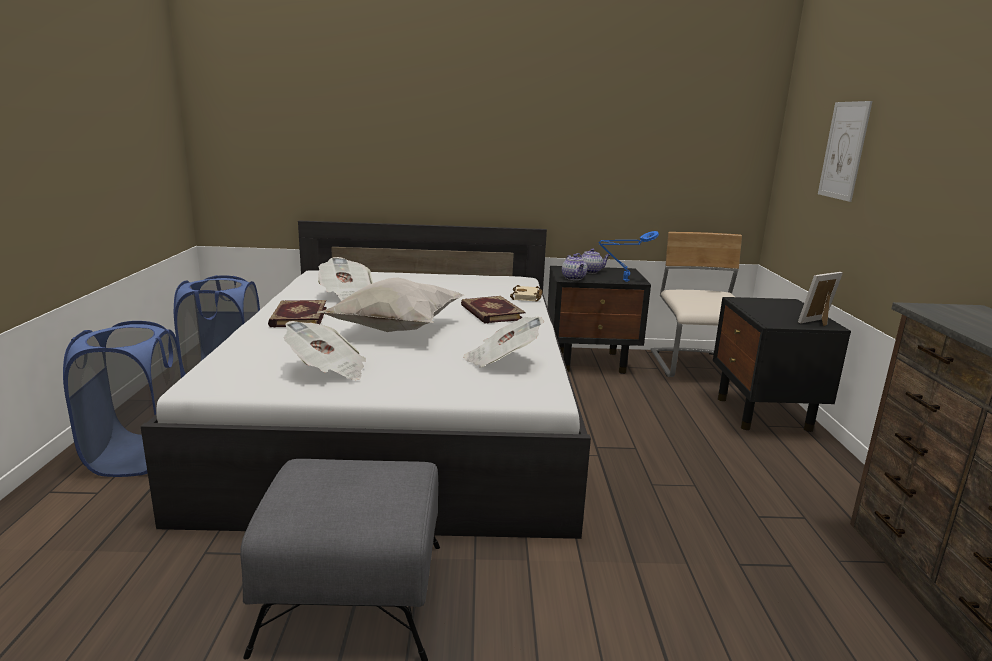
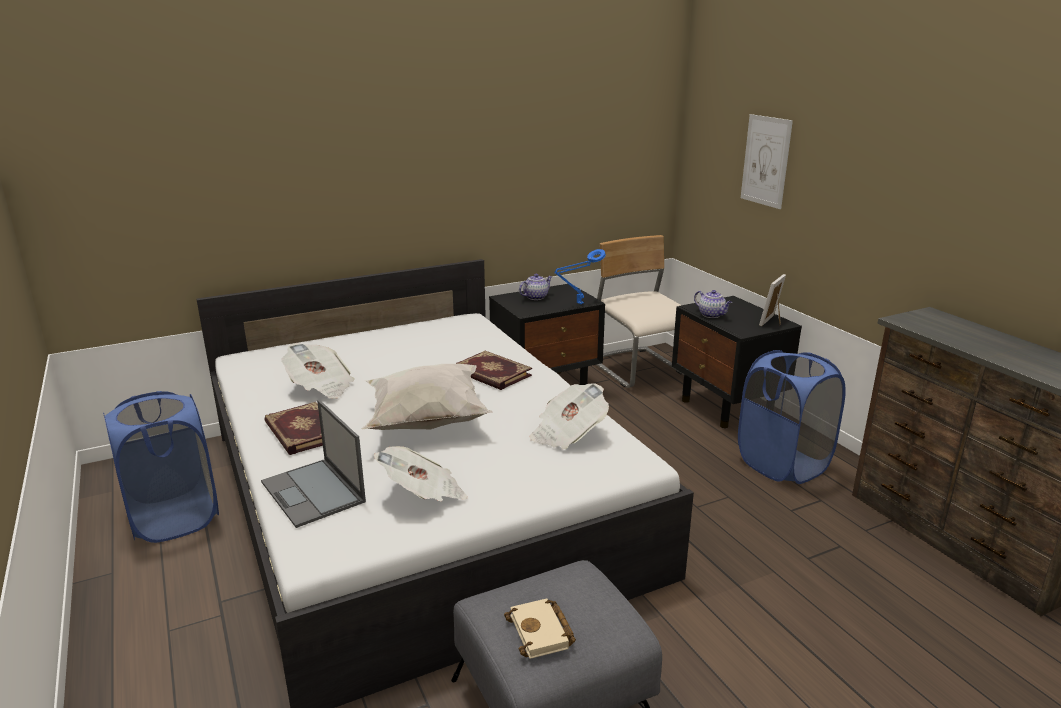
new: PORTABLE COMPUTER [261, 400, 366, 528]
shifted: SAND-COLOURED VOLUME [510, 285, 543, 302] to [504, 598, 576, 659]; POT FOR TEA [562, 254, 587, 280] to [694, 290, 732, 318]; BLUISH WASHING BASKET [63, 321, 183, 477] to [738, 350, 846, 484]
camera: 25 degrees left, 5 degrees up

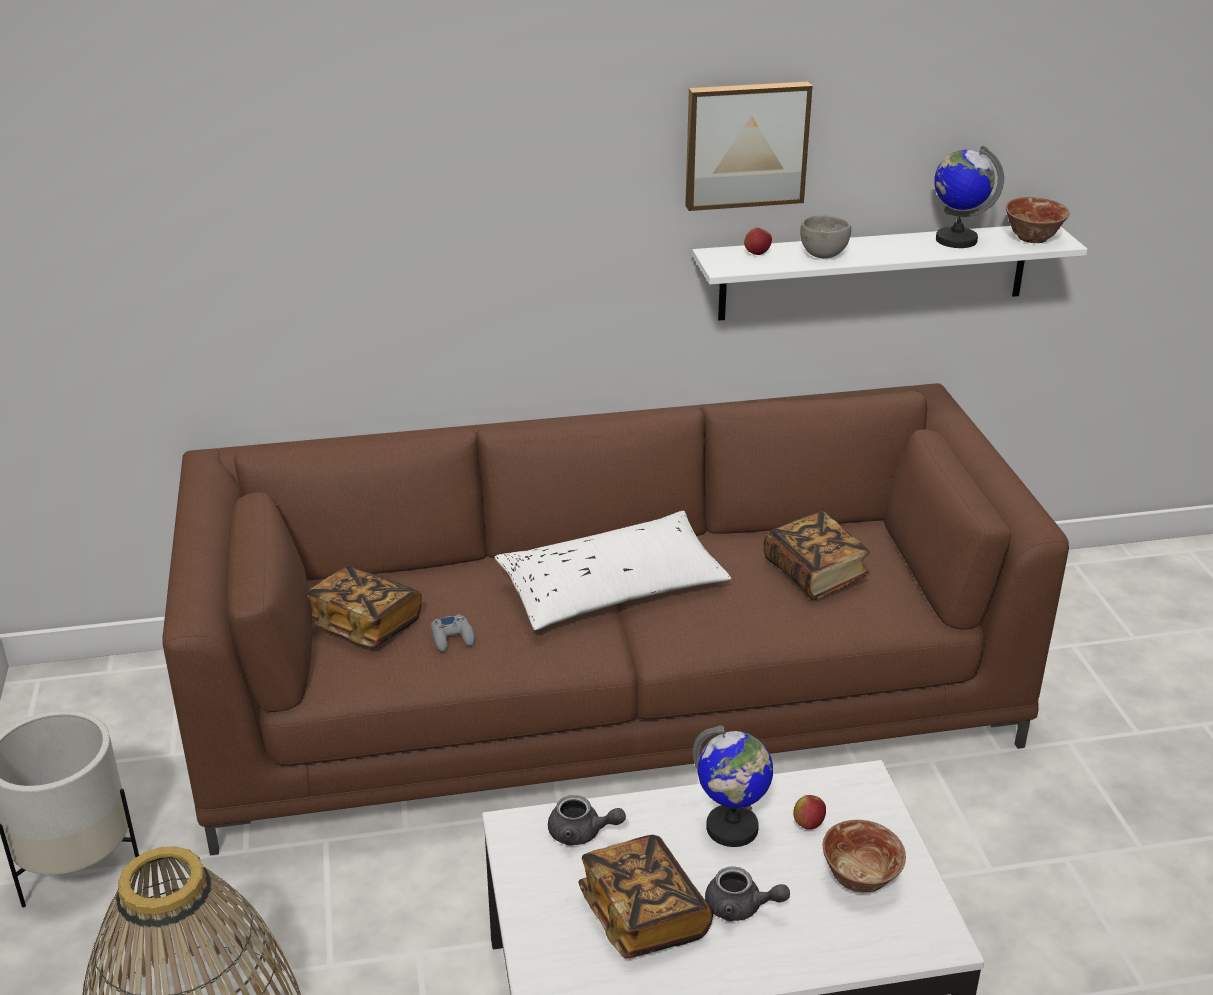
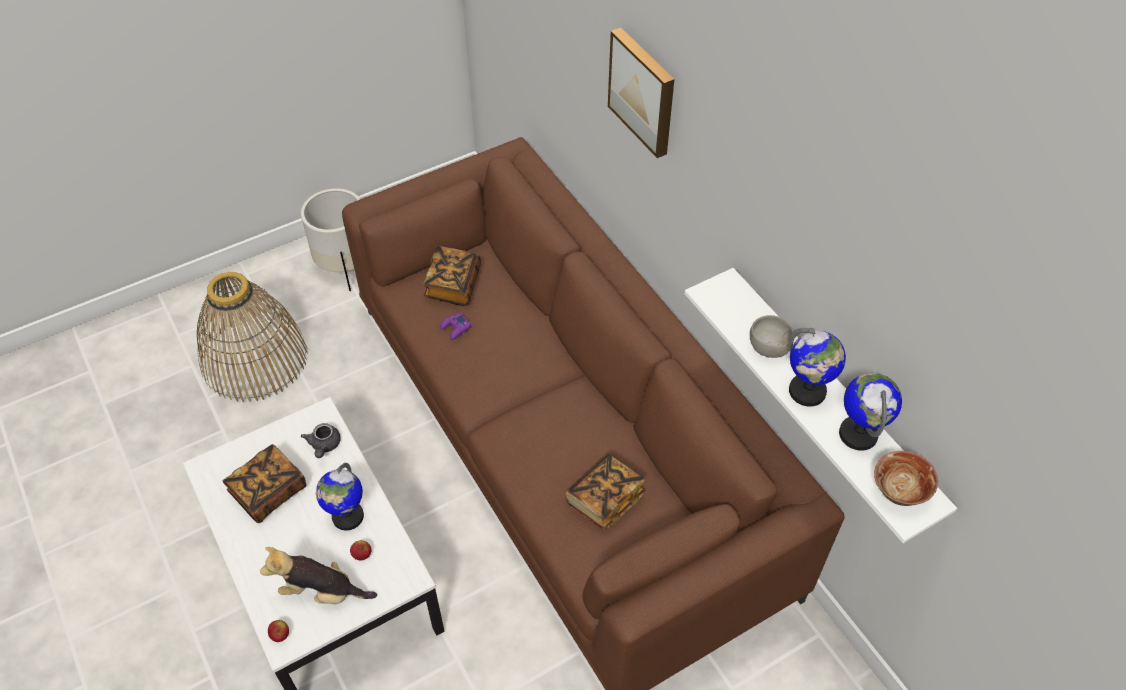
gone: WHITE CUSHION [494, 511, 731, 630]; GRAY POT FOR TEA [705, 867, 790, 921]
new: GLOBE [788, 328, 846, 407]
shifted: WHOLE APPLE [744, 227, 772, 255] to [268, 620, 289, 642]; WALL ART [685, 82, 813, 211] to [608, 28, 674, 158]
swapped: BOWL [823, 820, 906, 893] to CUDDLY TOY [260, 547, 377, 604]
repainted: GRAY GAME CONTROLLER [431, 614, 475, 652] to PURPLISH GAME CONTROLLER [440, 313, 471, 340]
camera: 70 degrees right, 20 degrees up

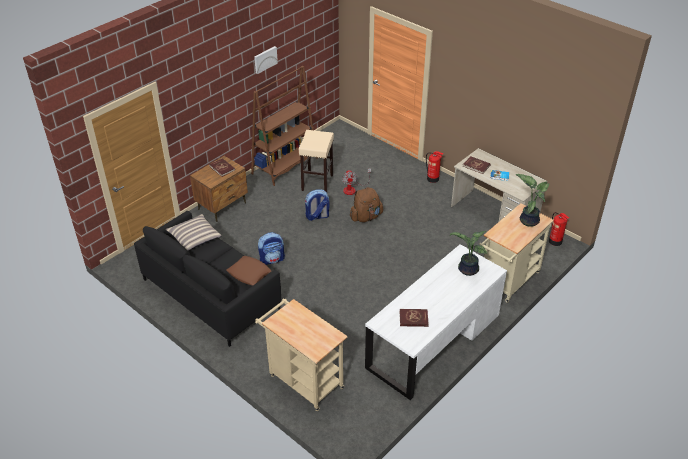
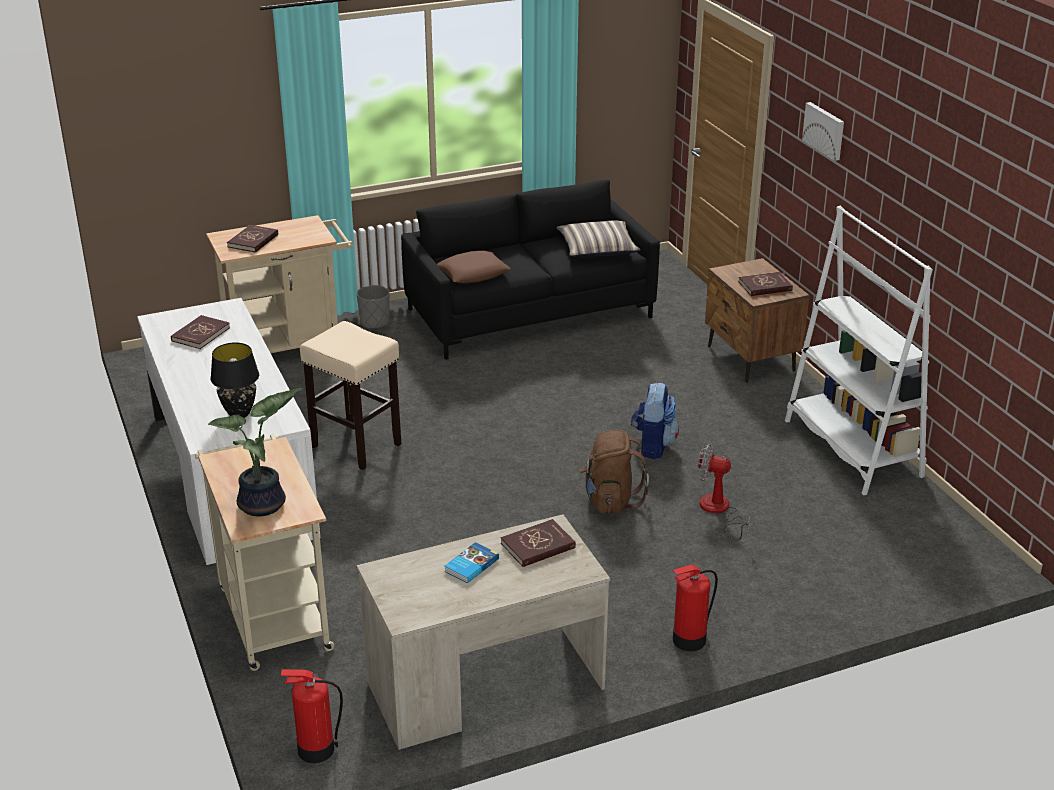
gone: RUCKSACK [258, 232, 285, 265]
new: RED VOLUME [227, 225, 278, 253]; GRAY PLANTER [357, 285, 390, 329]
shifted: SAND-COLOURED SITTING STOOL [299, 130, 334, 192] to [300, 321, 401, 470]; WALL ART [254, 46, 278, 74] to [802, 102, 844, 161]
swapped: POTTED PLANT [450, 231, 487, 276] to BLACKISH TABLETOP LAMP [210, 342, 259, 418]
repainted: BROWN BOOKCASE [251, 66, 318, 186] to WHITE BOOKCASE [785, 206, 933, 495]
camera: 115 degrees right, 10 degrees down

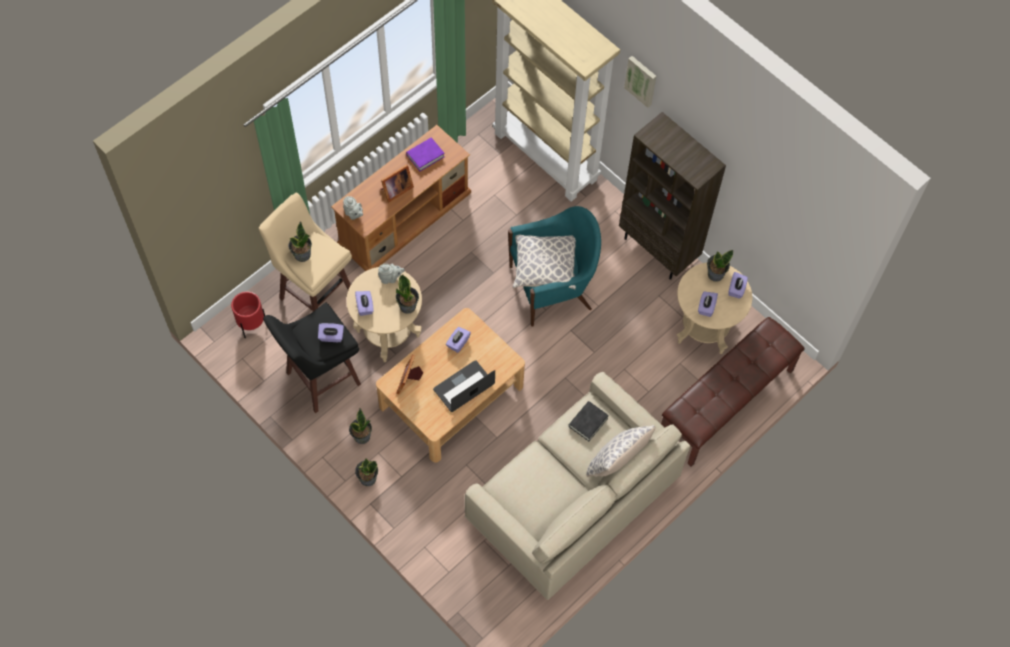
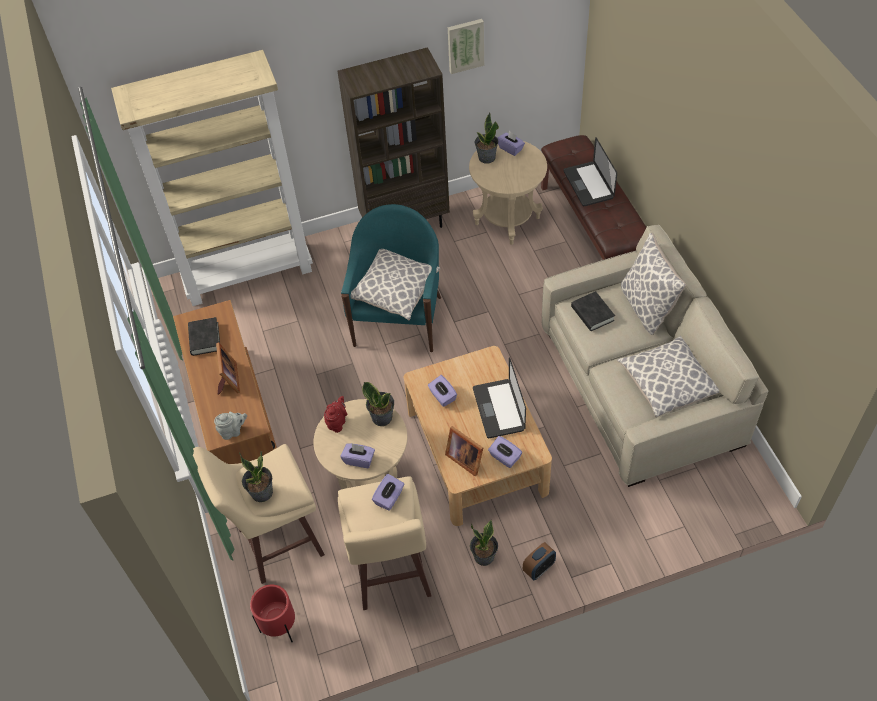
new: PORTABLE COMPUTER [563, 137, 617, 206]; CUSHION [617, 336, 720, 418]
shifted: WALL ART [624, 56, 656, 108] to [448, 19, 484, 74]; PURPLISH TISSUE BOX [698, 291, 718, 317] to [488, 436, 522, 468]
swapped: POTTED PLANT [355, 458, 378, 486] to TABLE CLOCK [523, 542, 556, 580]
repainted: PURPLISH VOLUME [406, 138, 444, 171] to BLACKISH VOLUME [188, 317, 220, 356]; GRAY POT FOR TEA [378, 263, 405, 284] to RED POT FOR TEA [324, 396, 347, 433]; BLACKISH SITTING STOOL [263, 303, 361, 413] to SAND-COLOURED SITTING STOOL [338, 476, 431, 610]
camera: 60 degrees left, 10 degrees down

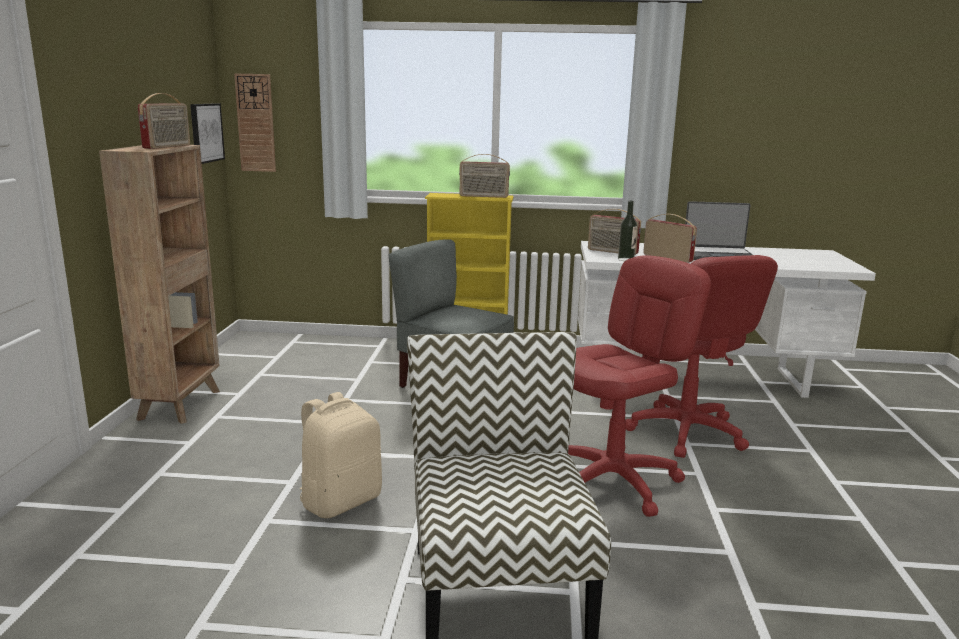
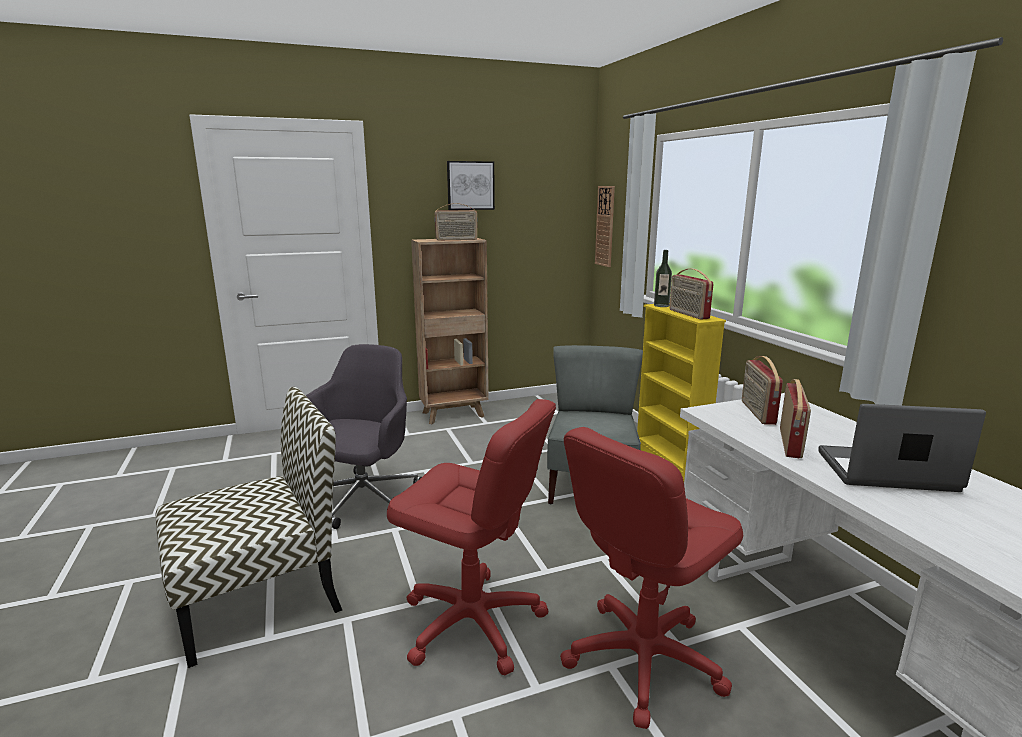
shifted: WALL ART [190, 103, 225, 164] to [447, 161, 495, 210]; BEVERAGE BOTTLE [618, 201, 637, 261] to [654, 250, 672, 307]
swapped: SAND-COLOURED RUCKSACK [300, 392, 382, 518] to GRAY COMPUTER CHAIR [306, 344, 422, 529]
rotated: PORTABLE COMPUTER [685, 201, 753, 260] = [818, 404, 986, 492] 120 degrees clockwise
camera: 65 degrees right, 0 degrees up

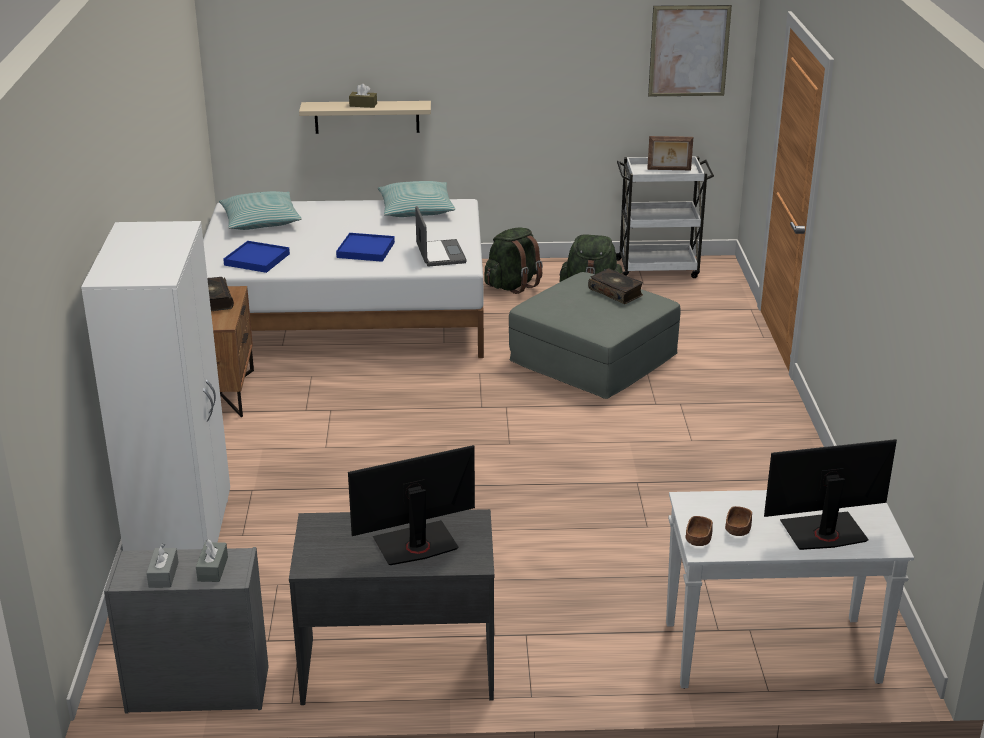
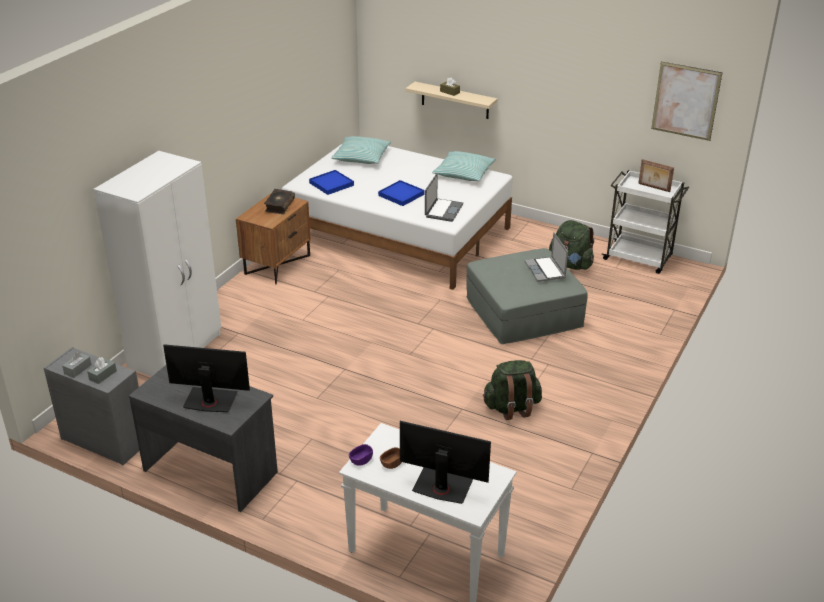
shifted: GREEN-COLOURED RUCKSACK [484, 228, 543, 294] to [483, 360, 542, 420]
swapped: VOLUME [588, 268, 643, 304] to PORTABLE COMPUTER [525, 232, 568, 282]
repainted: BROWN BOWL [685, 516, 713, 546] to PURPLISH BOWL [349, 444, 373, 466]
camera: 30 degrees right, 5 degrees up

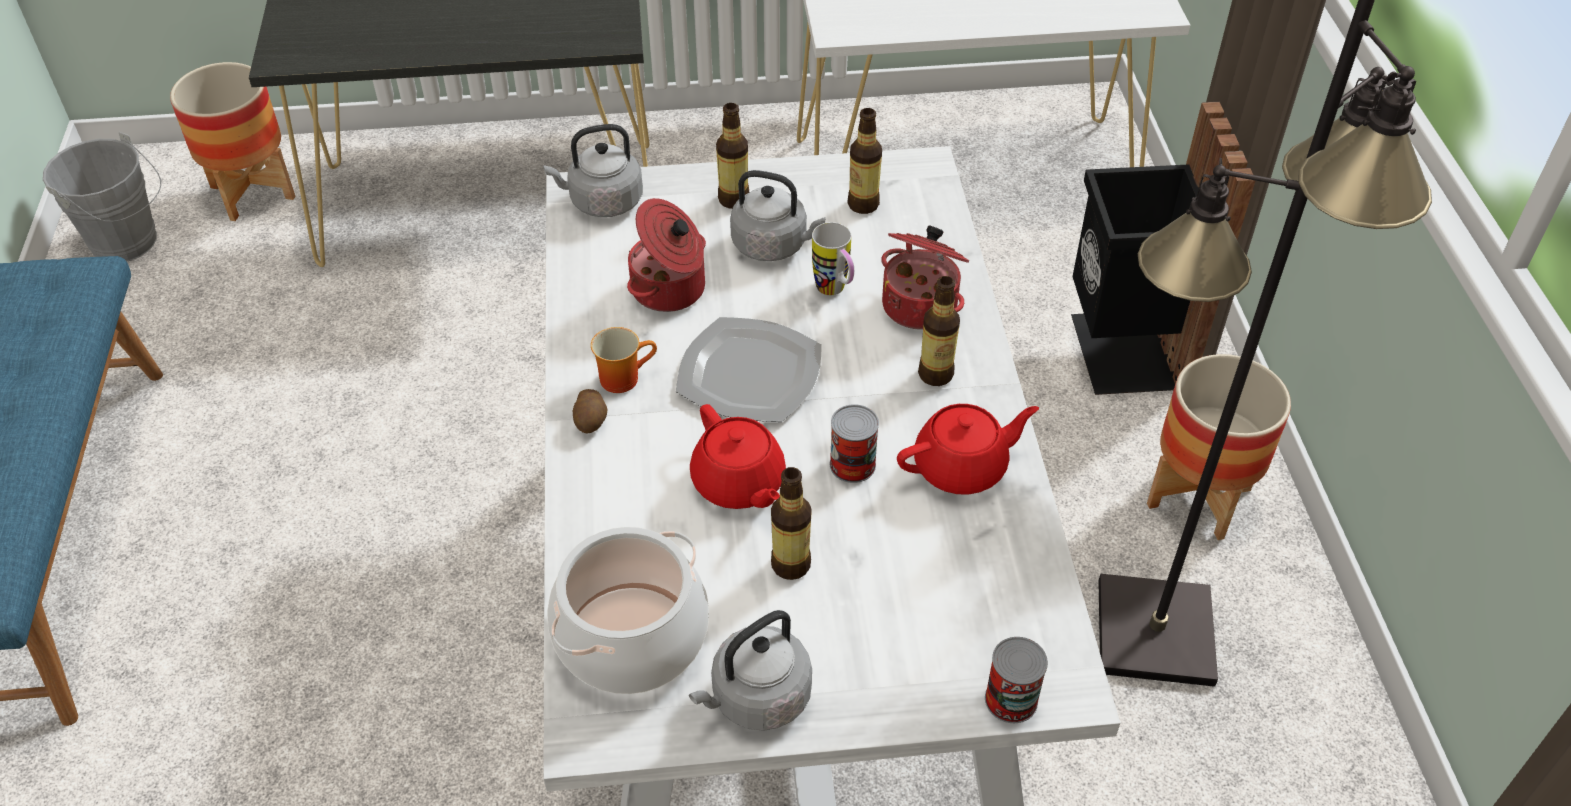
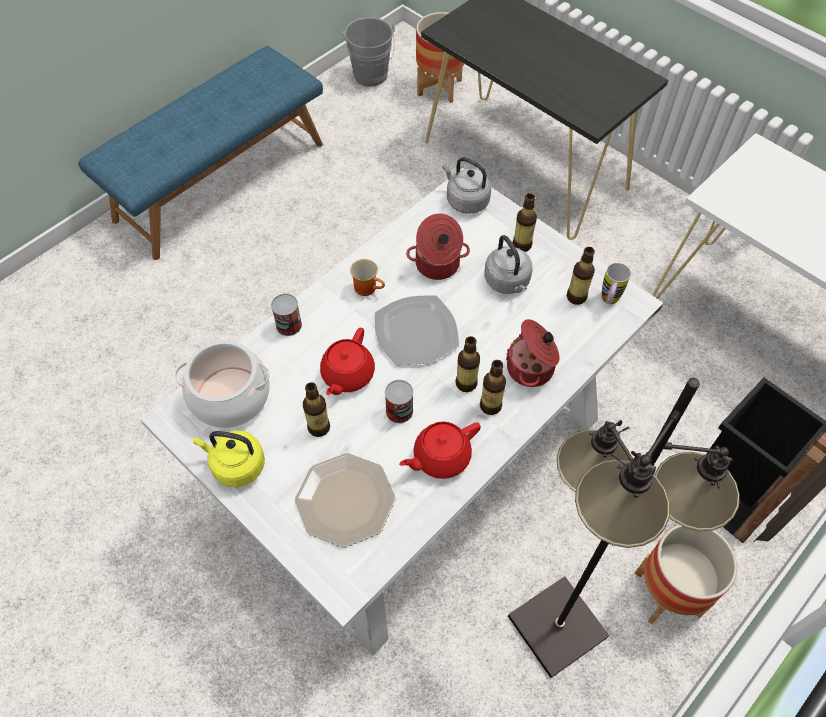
gone: SPUD [573, 389, 608, 433]
new: DINNER PLATE [295, 453, 395, 547]; BEVERAGE BOTTLE [455, 336, 480, 392]
shifted: METAL CAN [985, 637, 1048, 723] to [271, 294, 302, 336]; MUG [812, 222, 854, 295] to [602, 263, 631, 304]
repainted: GRAY TEA KETTLE [689, 610, 812, 731] to YELLOWISH TEA KETTLE [193, 430, 265, 487]
rotated: RED POT FOR TEA [897, 404, 1039, 495] = [399, 421, 481, 479] 120 degrees clockwise
camera: 50 degrees right, 10 degrees up

